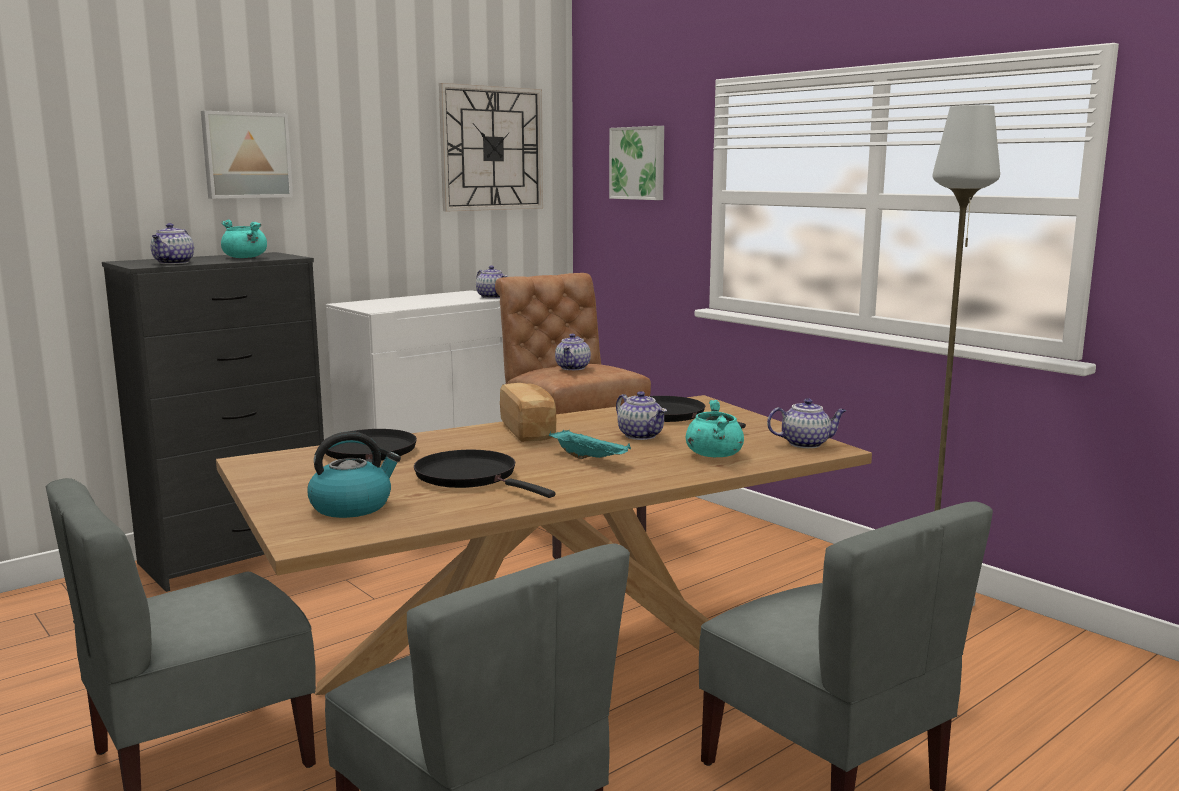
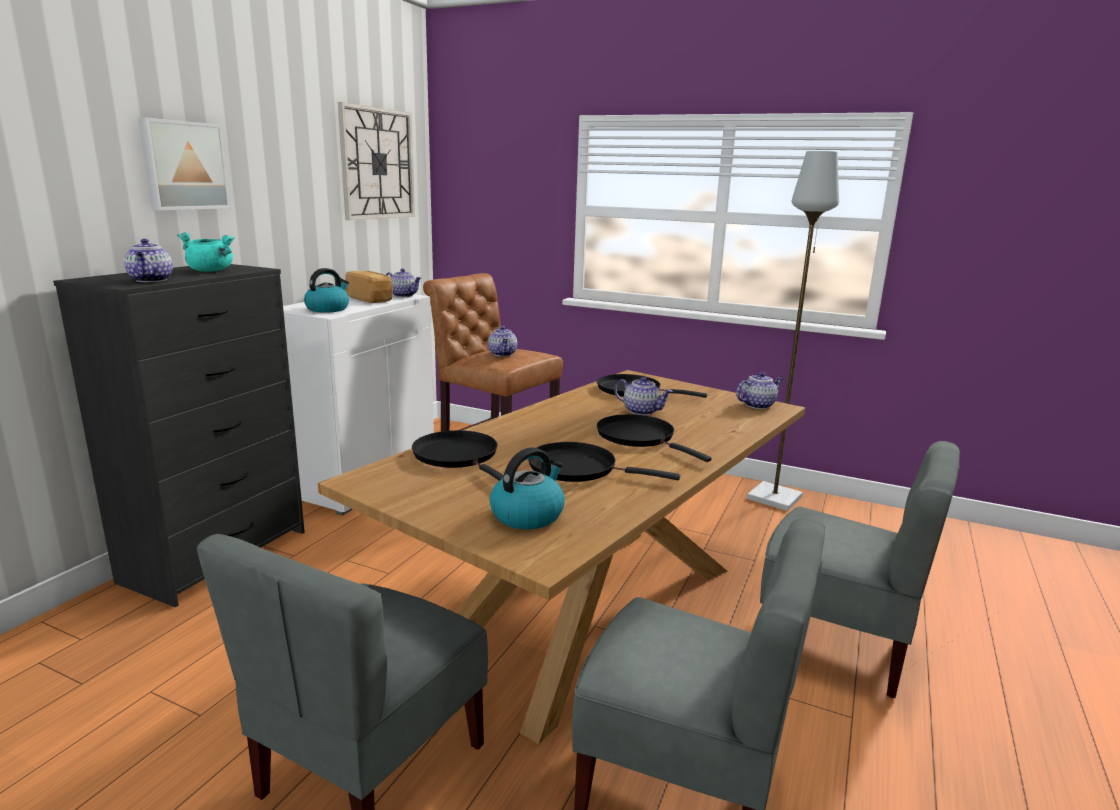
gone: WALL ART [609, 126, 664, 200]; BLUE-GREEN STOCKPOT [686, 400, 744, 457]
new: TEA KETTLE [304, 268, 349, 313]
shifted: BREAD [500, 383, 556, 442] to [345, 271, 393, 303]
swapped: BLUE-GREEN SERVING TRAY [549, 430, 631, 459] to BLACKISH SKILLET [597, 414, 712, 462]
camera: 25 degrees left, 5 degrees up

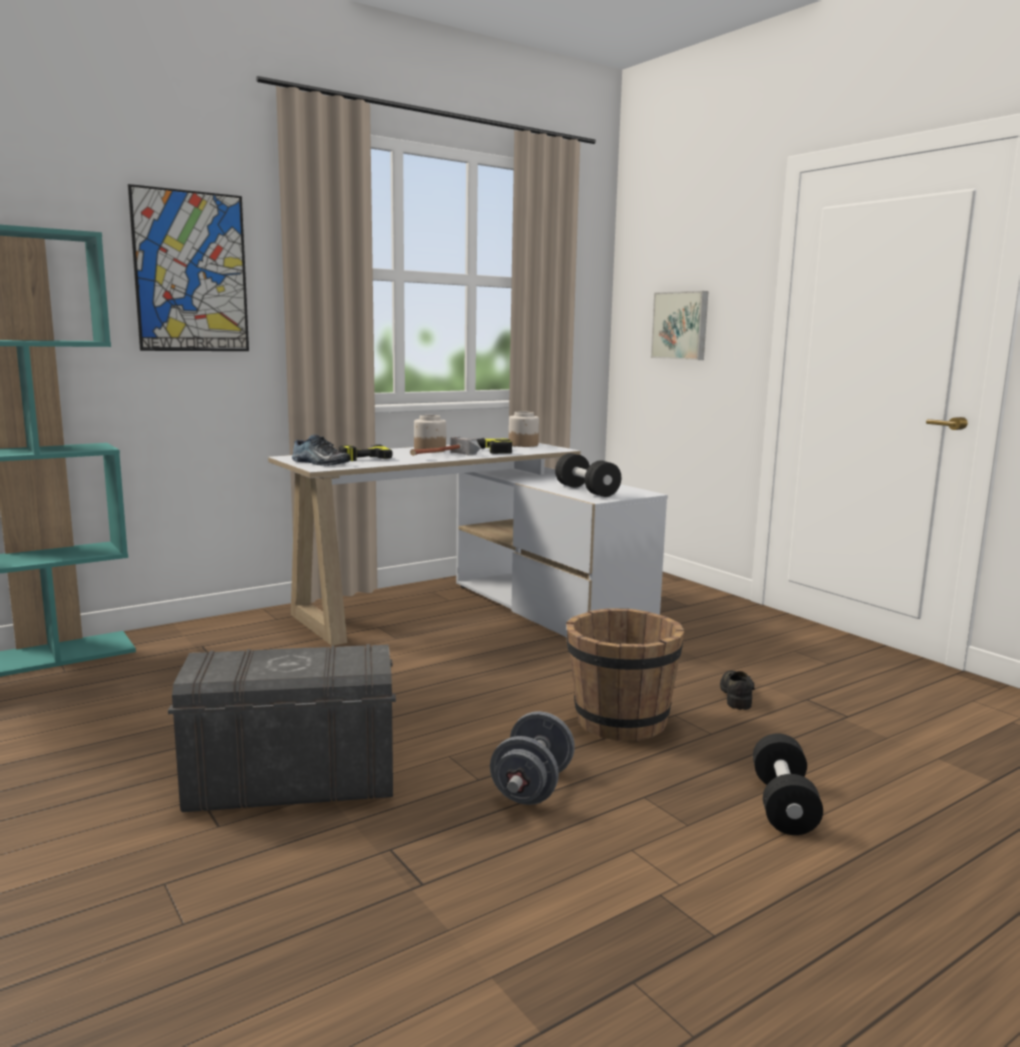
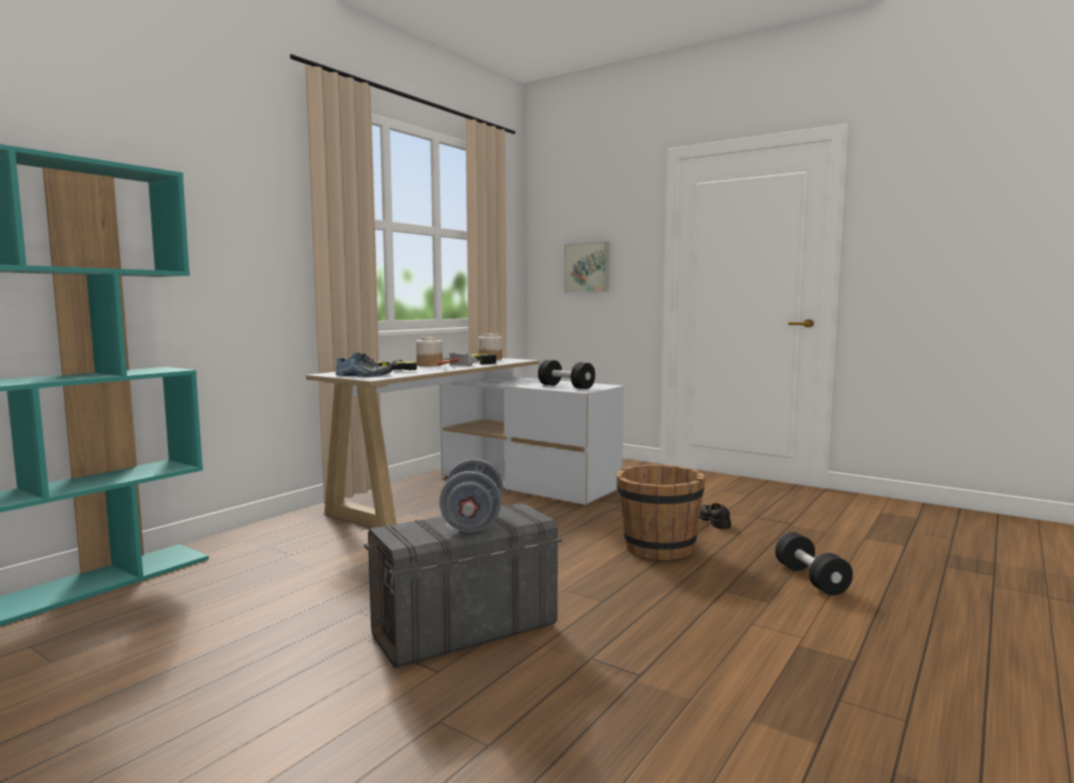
gone: WALL ART [128, 184, 249, 351]
shifted: GRAY FREE WEIGHT [490, 711, 575, 805] to [439, 459, 503, 532]
camera: 20 degrees left, 5 degrees down

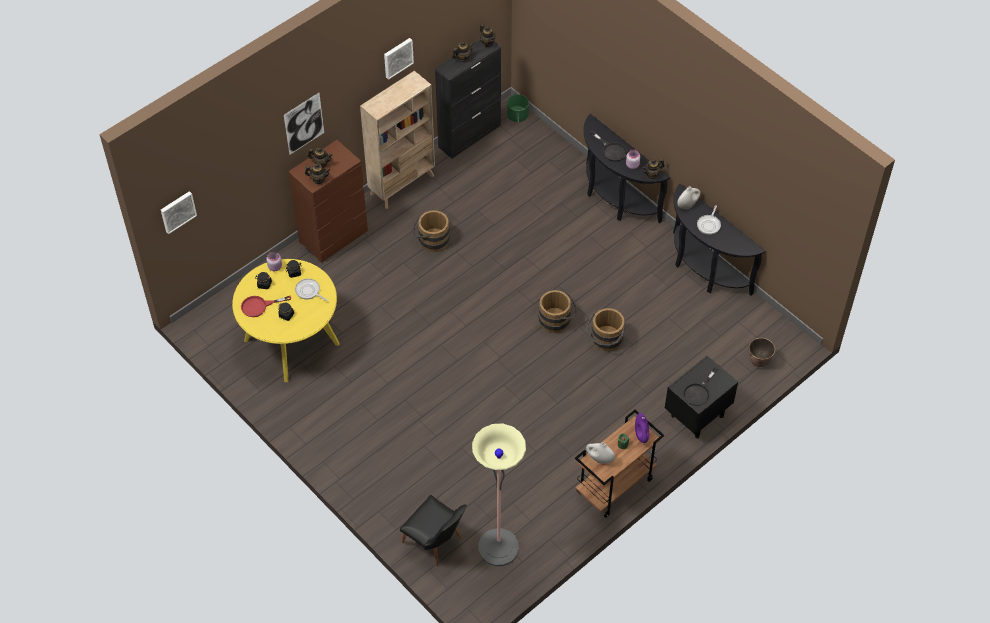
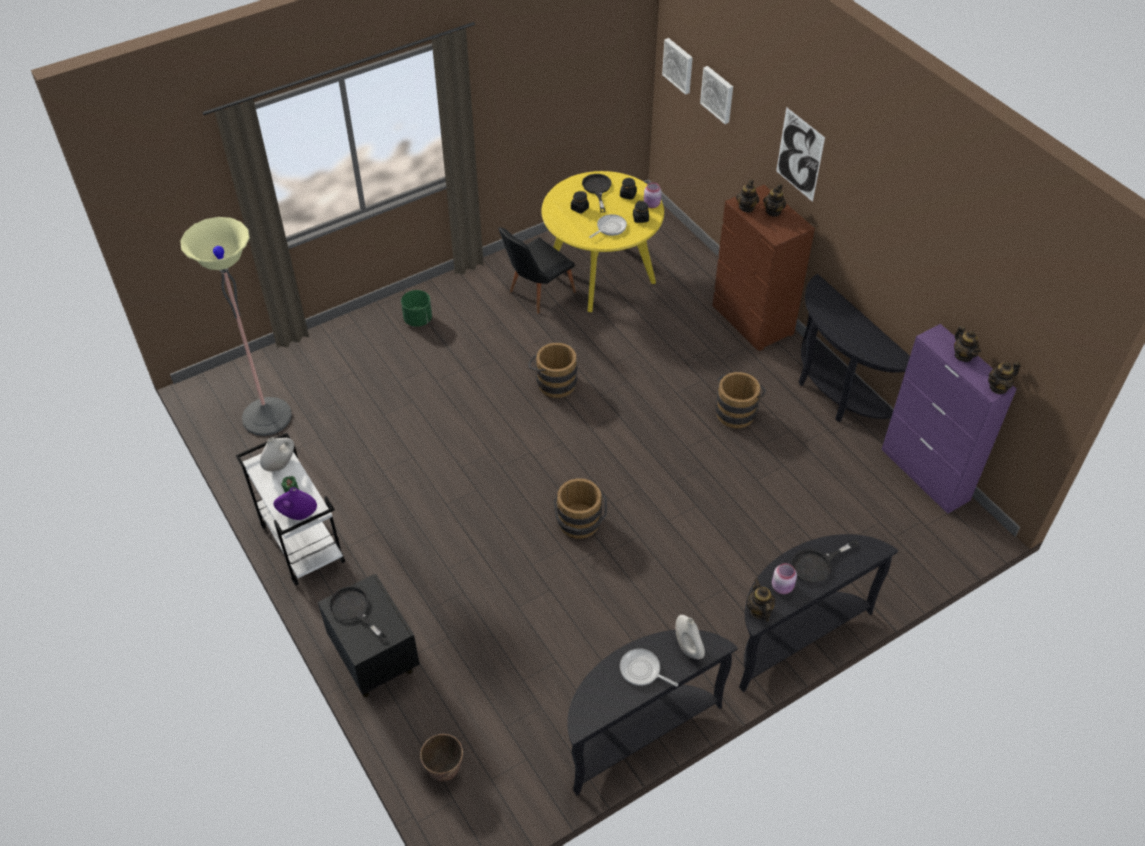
shifted: GREEN-COLOURED PLANTER [507, 94, 529, 122] to [401, 290, 432, 327]; BLACKISH CHAIR [400, 495, 467, 566] to [498, 227, 576, 314]; BROWN BUCKET [587, 308, 625, 351] to [528, 343, 577, 398]; WALL ART [384, 38, 414, 80] to [700, 66, 733, 124]
swapped: SAND-COLOURED BOOKCASE [360, 71, 435, 209] to BLACKISH NARROW TABLE [799, 274, 910, 422]
repainted: BROWN WHEELED CART [575, 410, 664, 518] to WHITE WHEELED CART [236, 433, 345, 586]; RED SKILLET [241, 296, 291, 317] to BLACKISH SKILLET [582, 174, 612, 213]; BLACKISH CABINET [435, 40, 501, 159] to PURPLISH CABINET [881, 324, 1017, 514]
camera: 100 degrees right, 5 degrees down

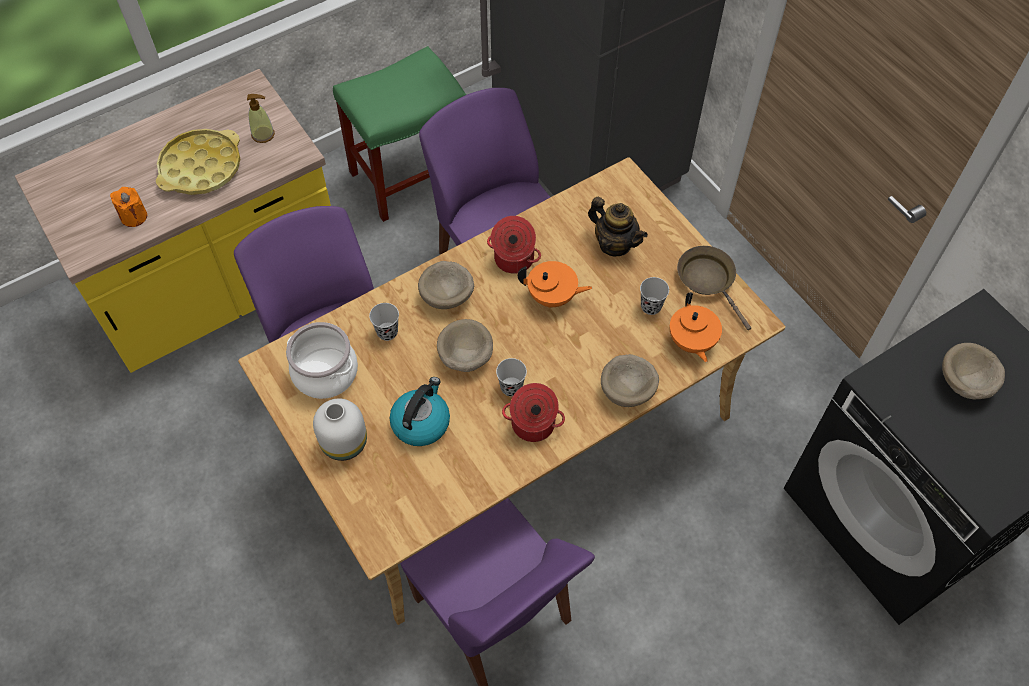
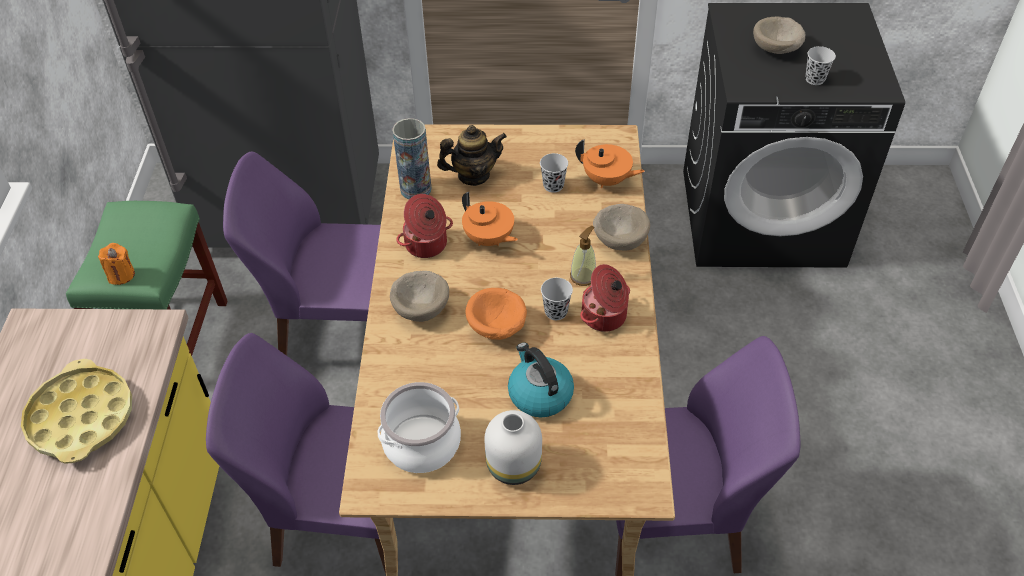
gone: BROWN SKILLET [677, 246, 751, 330]
new: FLOWER VASE [392, 118, 432, 199]
shifted: ORANGEY WAX CANDLE [110, 187, 147, 227] to [98, 243, 135, 285]; LIQUID SOAP BOTTLE [247, 94, 275, 143] to [570, 226, 596, 286]; BLACKISH SMALL CUP [369, 303, 399, 341] to [805, 46, 836, 85]
repainted: SAND-COLOURED BOWL [437, 319, 493, 372] to ORANGEY BOWL [465, 288, 527, 340]
rotated: ORANGEY POT FOR TEA [518, 261, 592, 308] = [462, 192, 518, 246] 90 degrees clockwise
camera: 55 degrees left, 10 degrees down

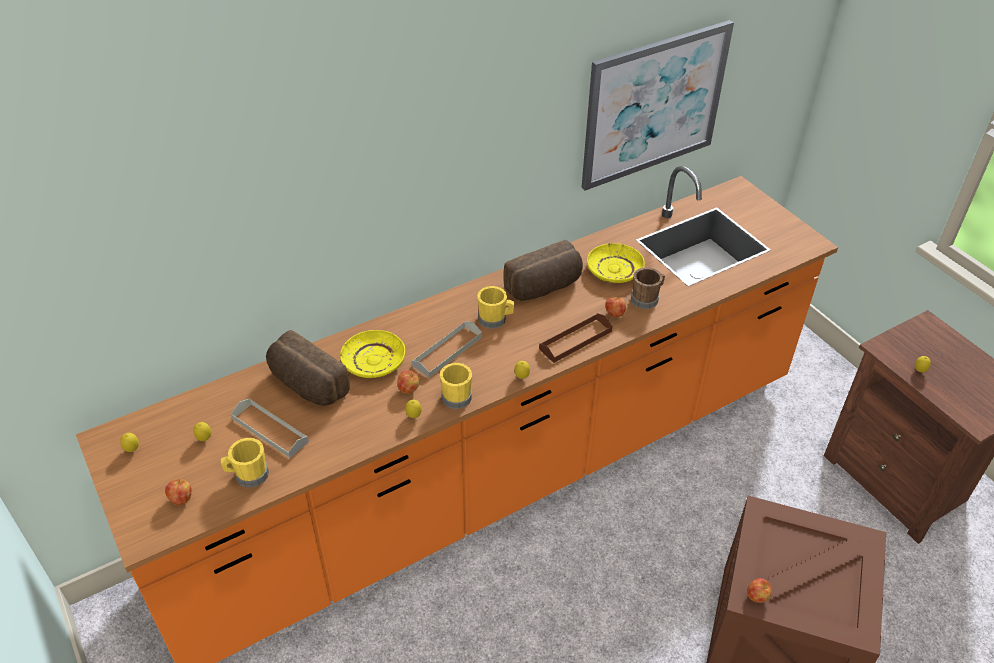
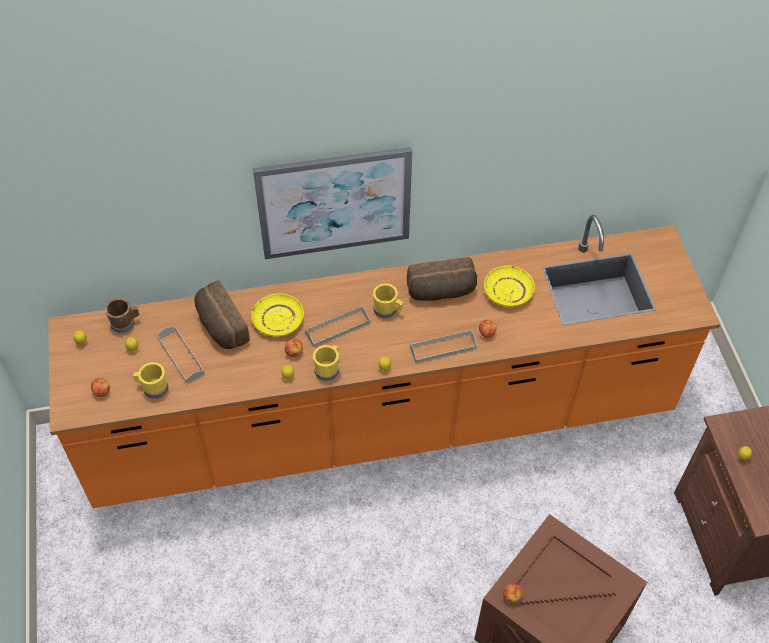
shifted: BROWN MUG [631, 267, 665, 309] to [105, 298, 139, 333]; WALL ART [581, 20, 734, 191] to [253, 147, 412, 259]
repainted: BROWN SERVING TRAY [539, 313, 613, 363] to GRAY SERVING TRAY [410, 330, 477, 363]
camera: 20 degrees right, 10 degrees up

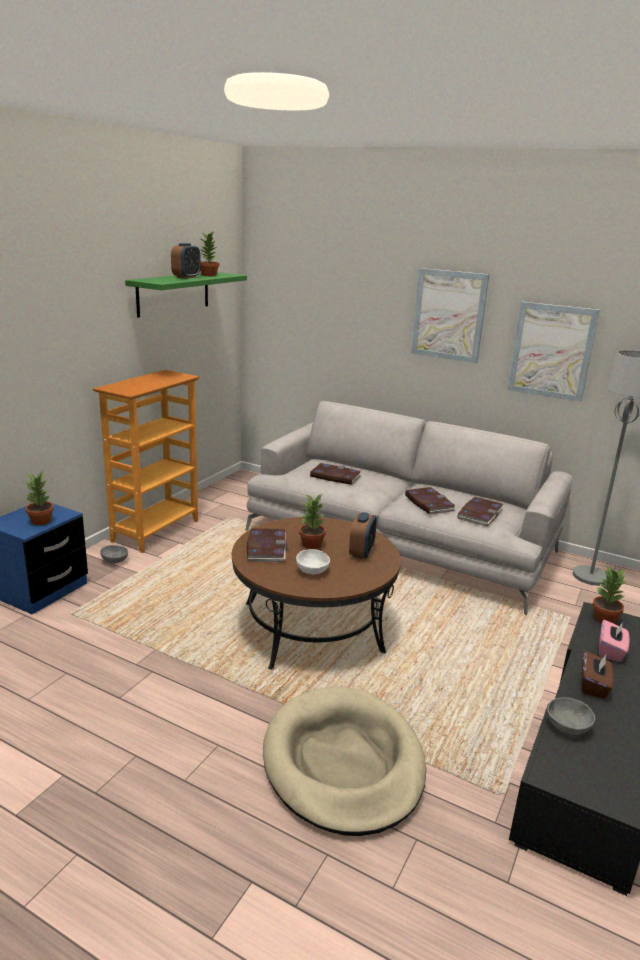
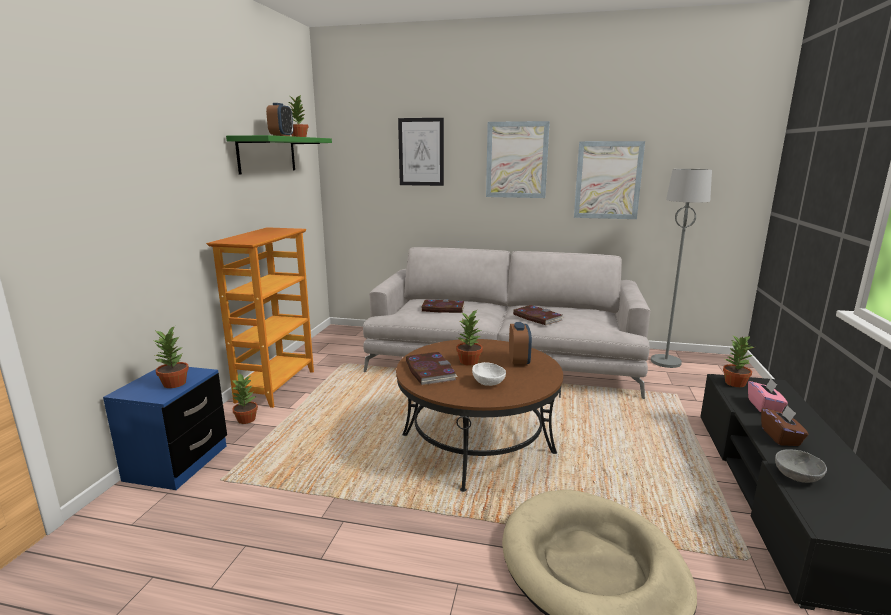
gone: VOLUME [458, 497, 503, 526]
new: WALL ART [398, 118, 444, 186]
swapped: GRAY BOWL [100, 545, 128, 564] to POTTED PLANT [231, 373, 258, 424]
camera: 15 degrees left, 5 degrees down

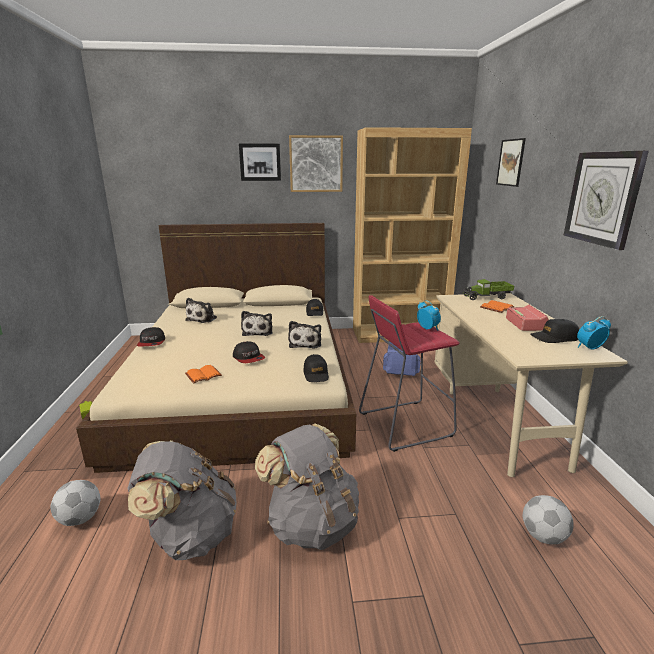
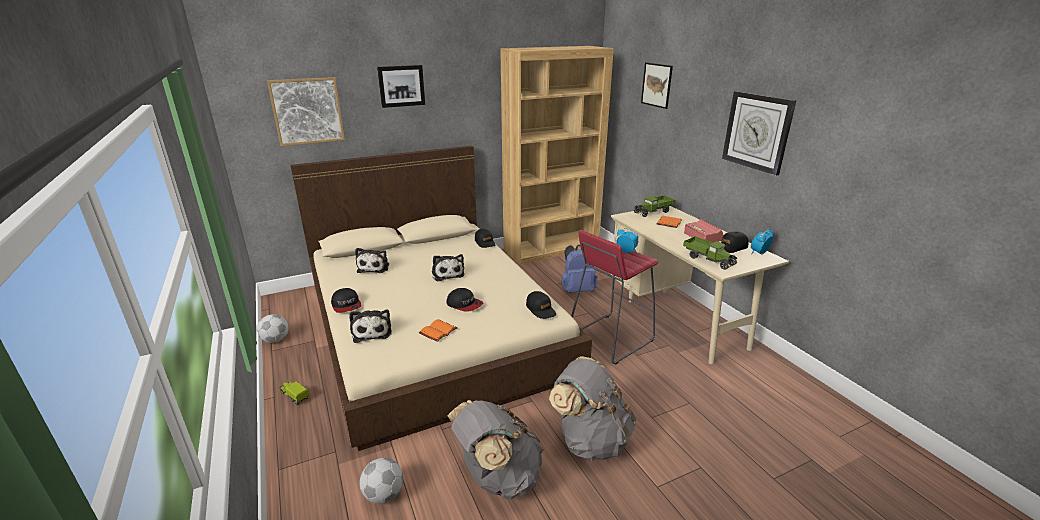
new: TOY LORRY [683, 236, 738, 270]
shifted: BALL FOR FOOTBALL [523, 495, 574, 544] to [257, 314, 289, 343]; WALL ART [289, 135, 343, 192] to [267, 77, 345, 146]; CUDDLY TOY [288, 321, 321, 349] to [349, 310, 392, 343]
camera: 20 degrees left, 5 degrees up

